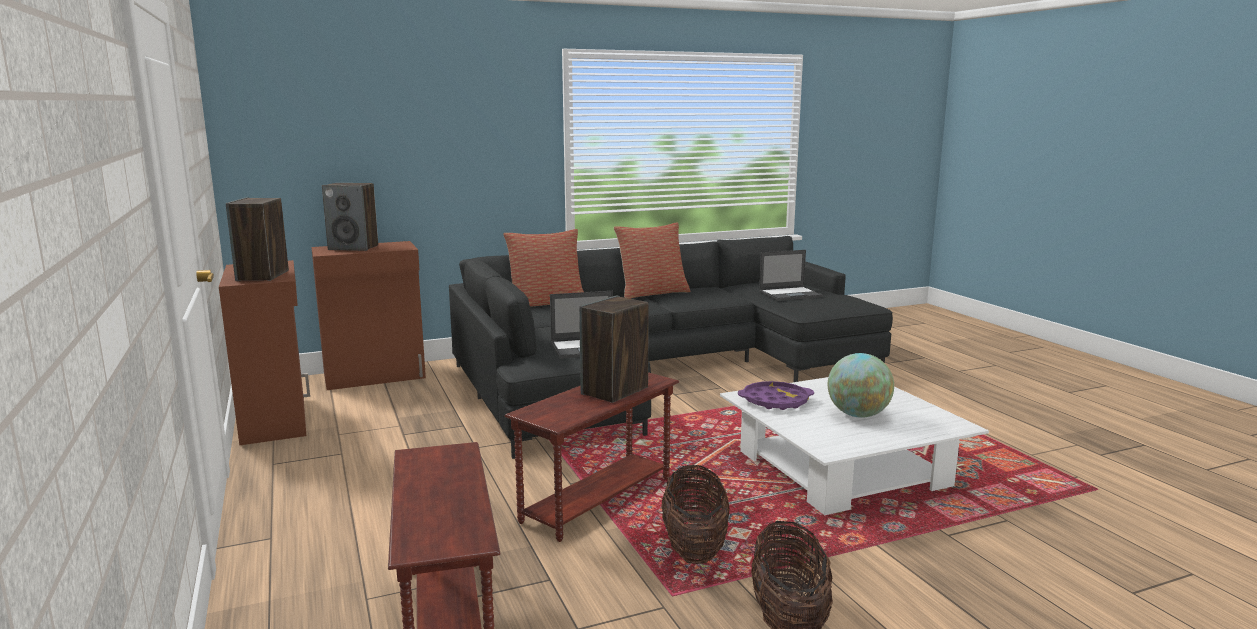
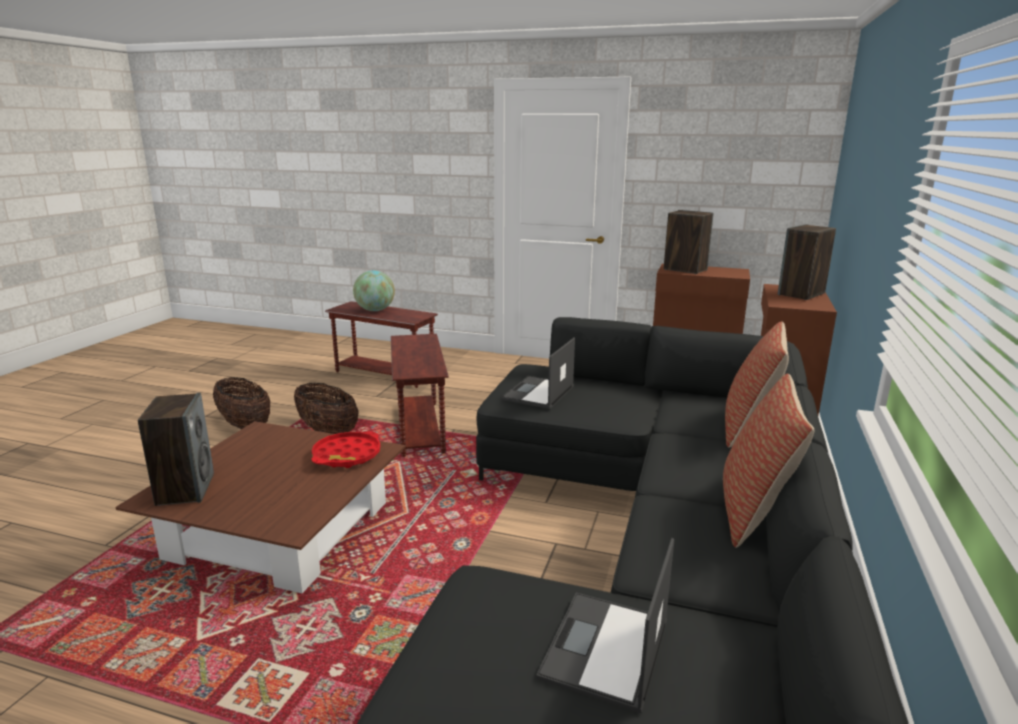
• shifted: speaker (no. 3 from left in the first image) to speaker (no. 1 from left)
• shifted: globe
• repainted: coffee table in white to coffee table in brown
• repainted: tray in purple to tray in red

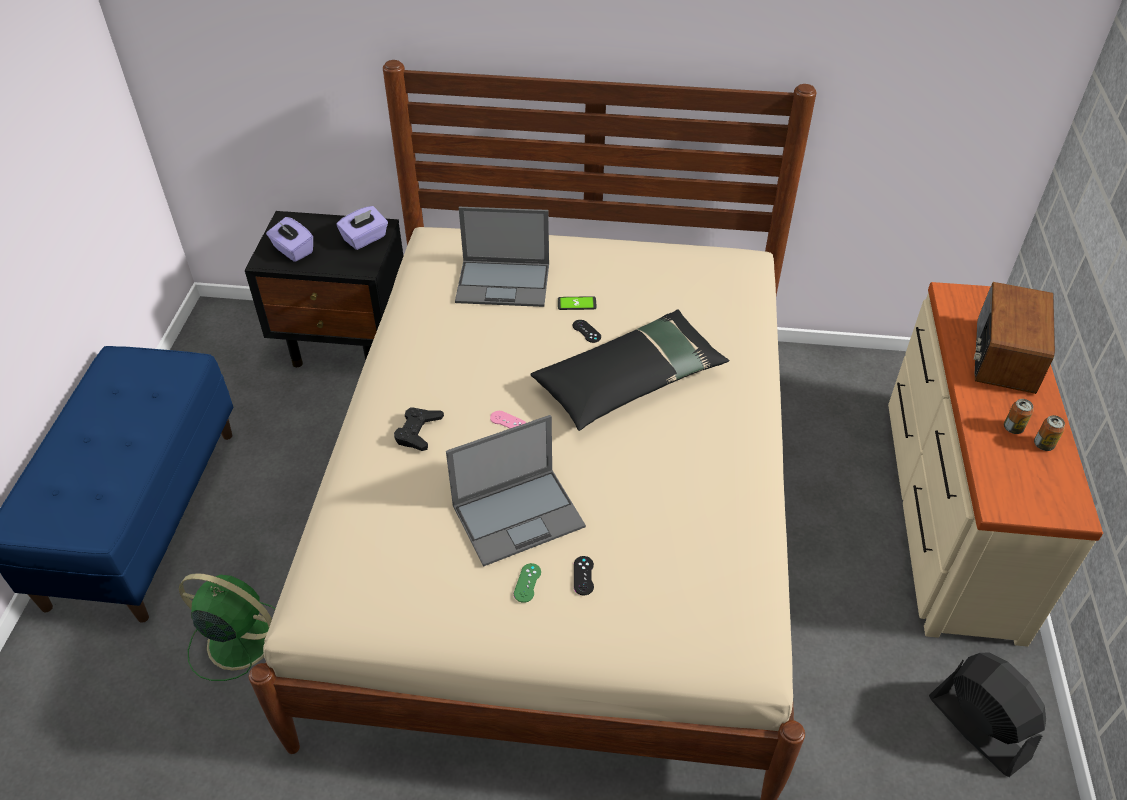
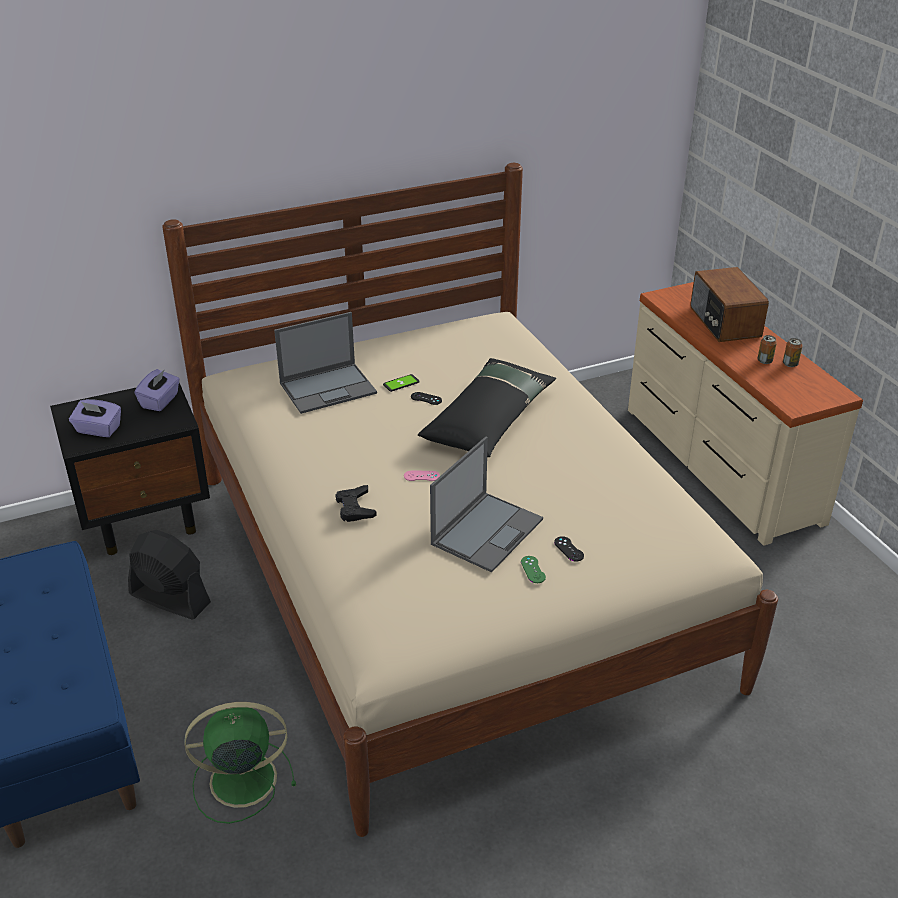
• shifted: fan in black

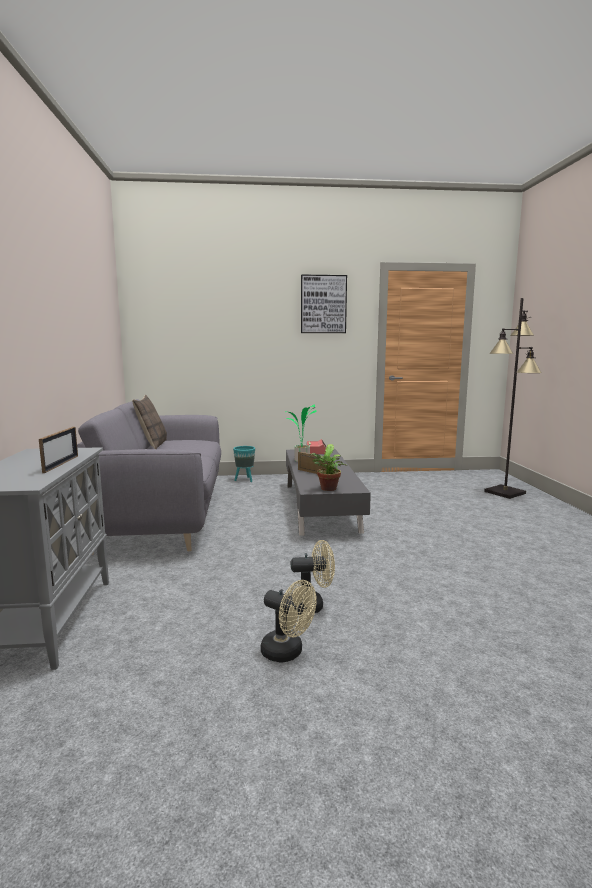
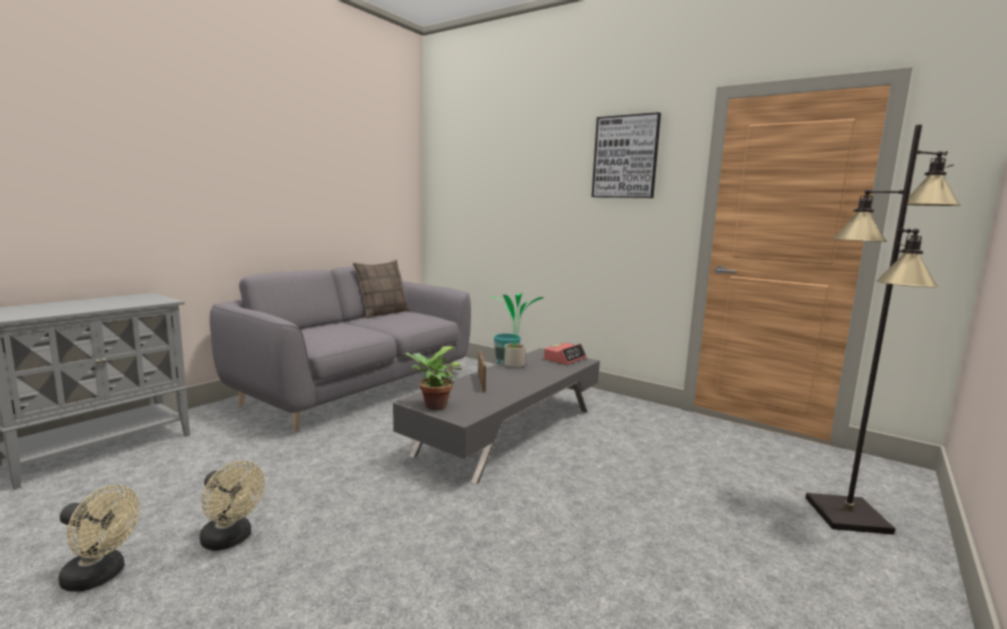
• gone: picture frame (no. 1 from left)
• rotated: fan in beige (no. 1 from left) 60 degrees counterclockwise

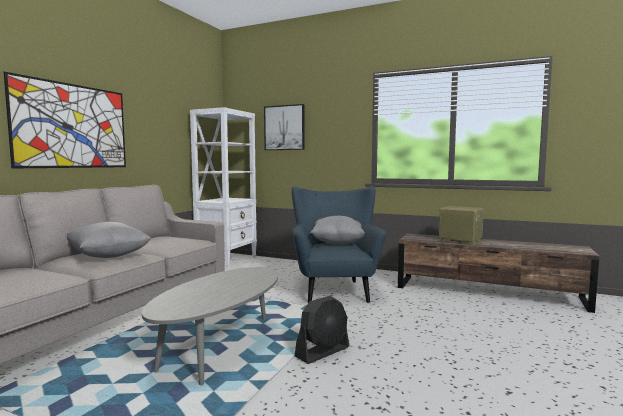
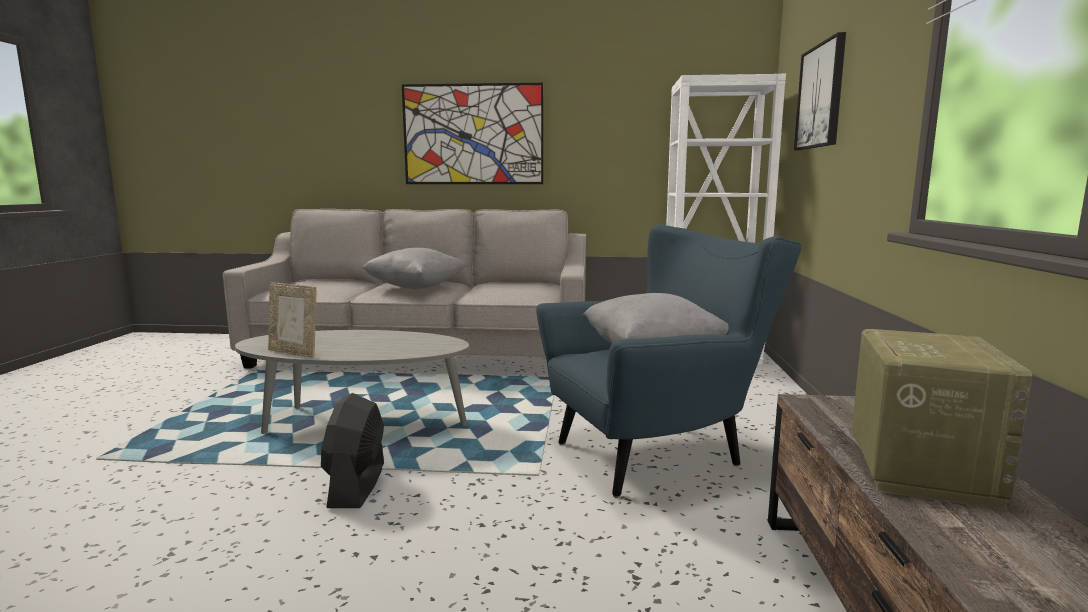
• new: picture frame
• rotated: fan in black 60 degrees clockwise

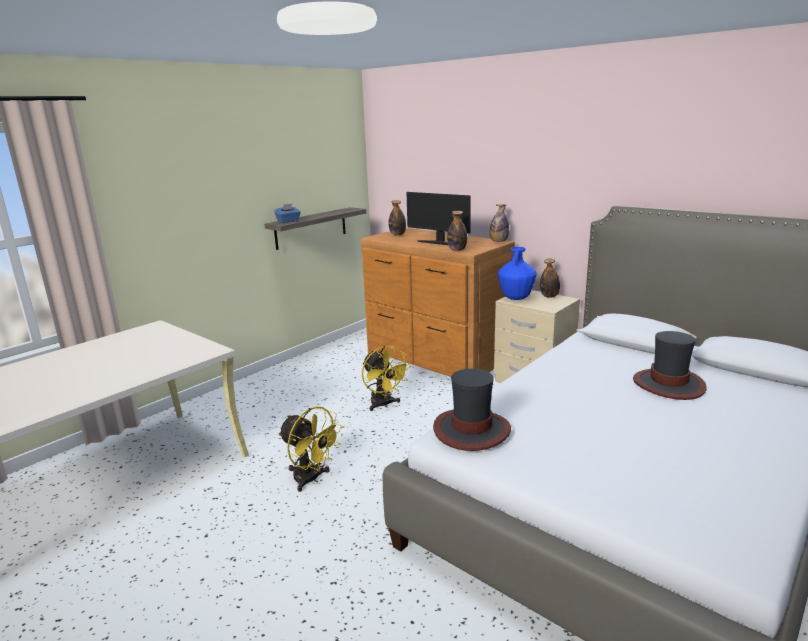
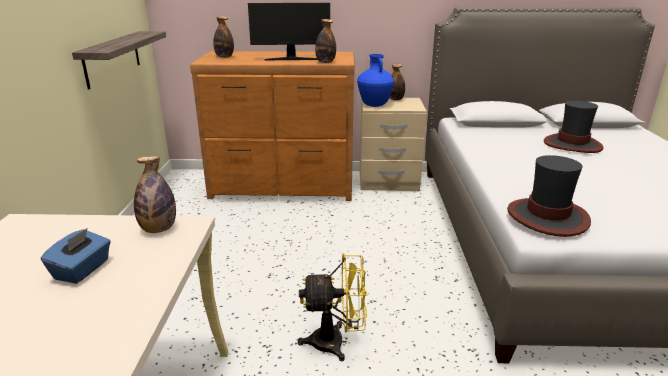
• gone: fan in yellow (no. 2 from left)
• shifted: tissue box in blue
• shifted: bottle (no. 3 from left in the first image) to bottle (no. 1 from left)

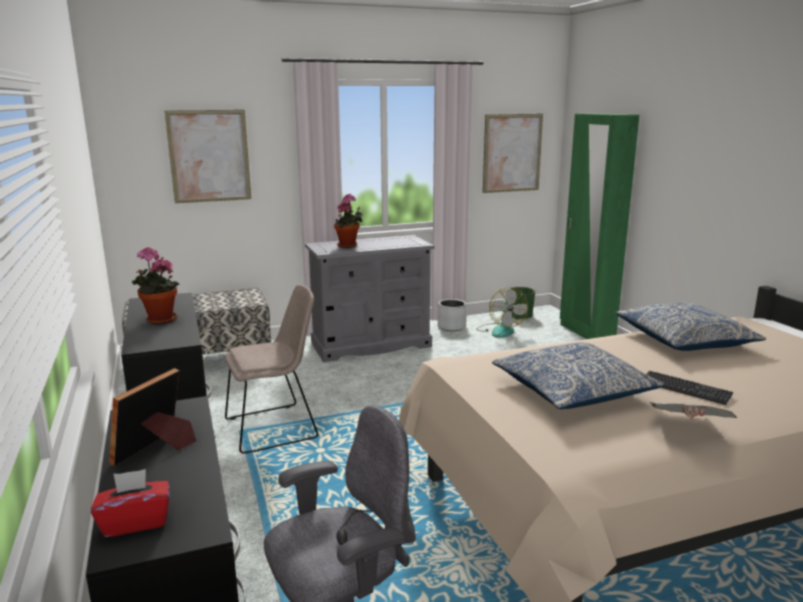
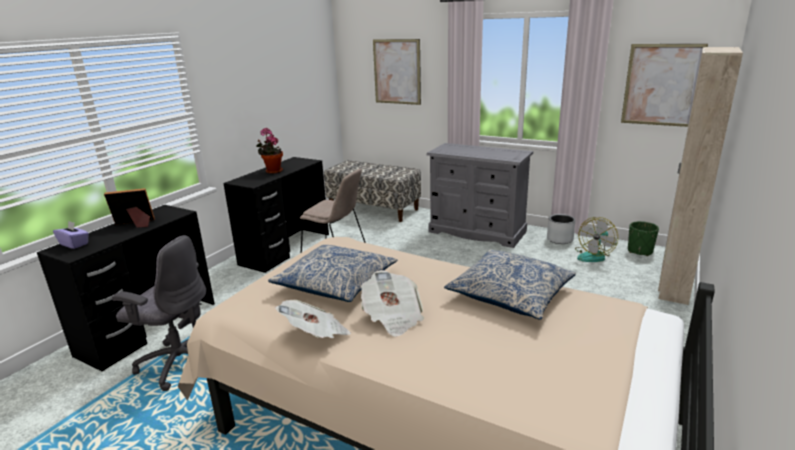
• gone: potted plant (no. 2 from left)
• swapped: keyboard to newspaper (no. 2 from left)
• repainted: tissue box in red to tissue box in purple
• repainted: wardrobe in green to wardrobe in beige

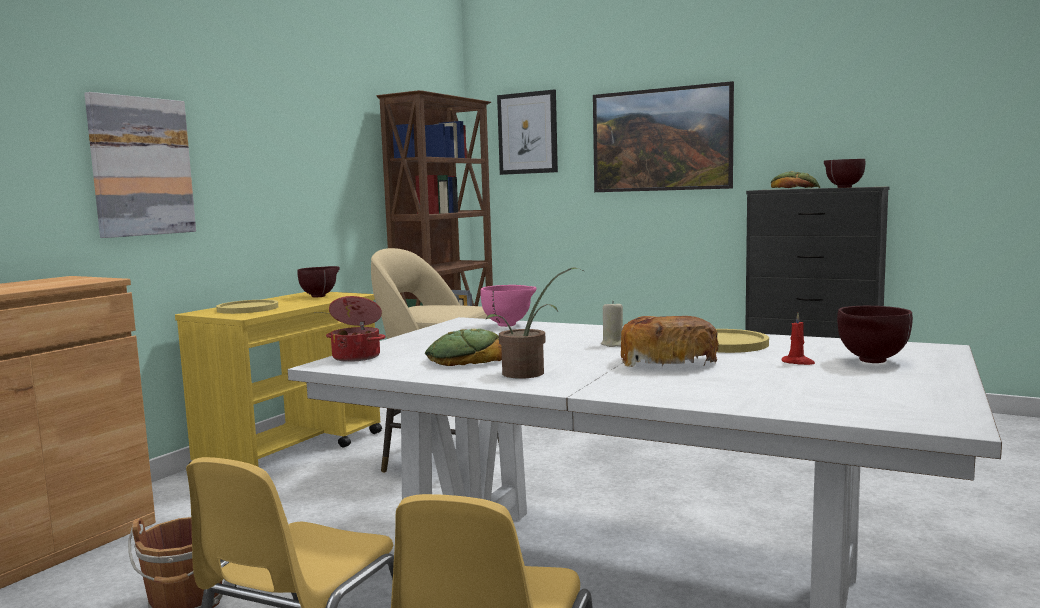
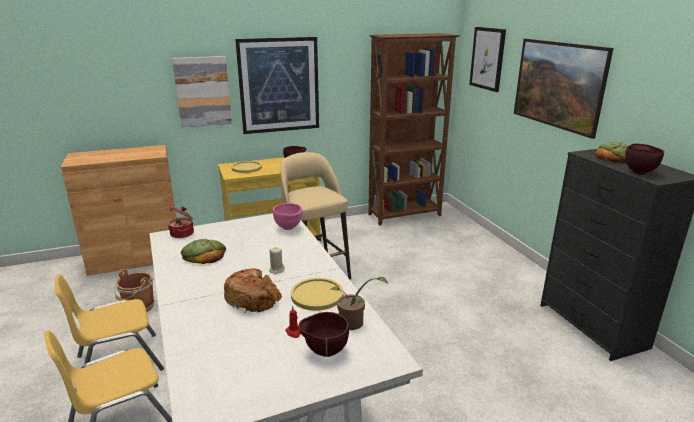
• new: picture (no. 2 from left)
• shifted: potted plant

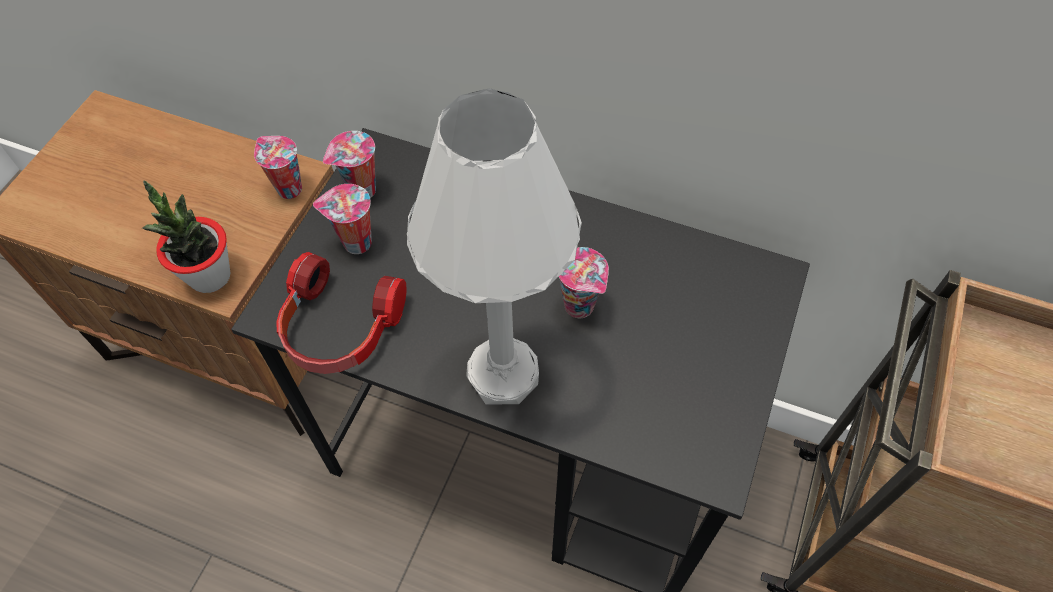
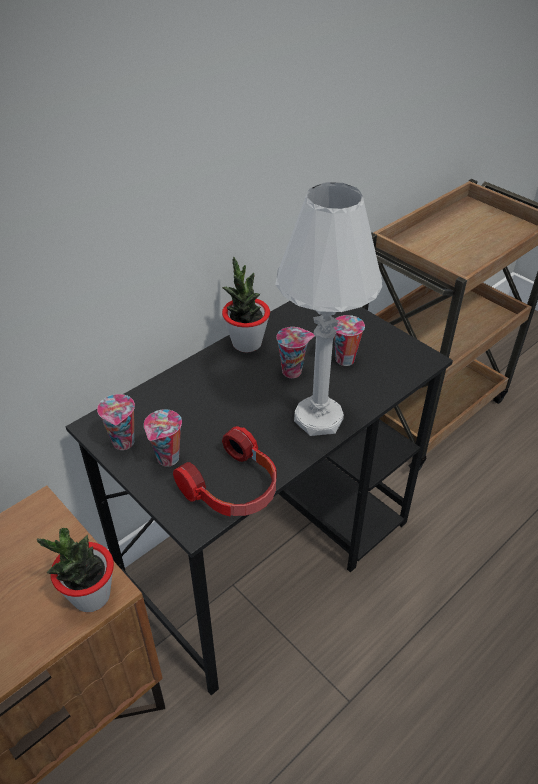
• new: potted plant (no. 2 from left)
• shifted: cup (no. 1 from left in the first image) to cup (no. 4 from left)

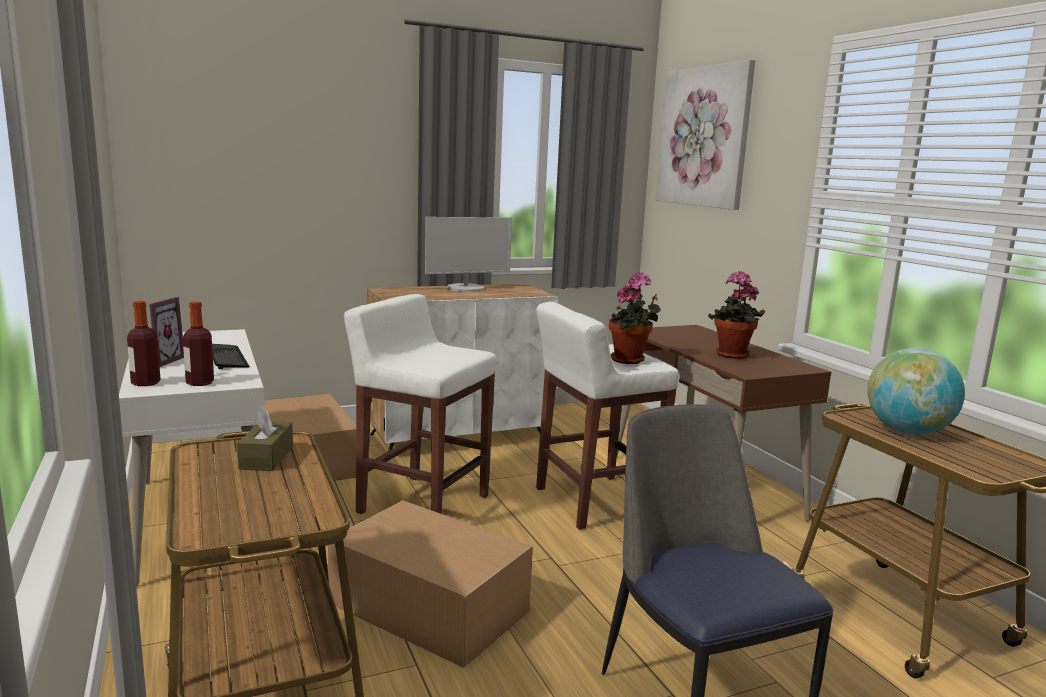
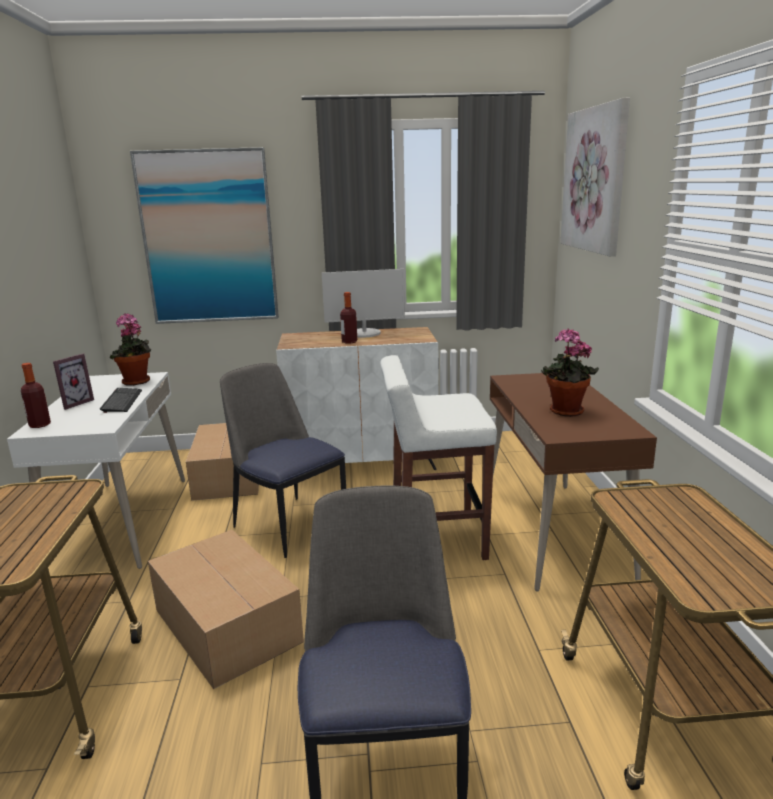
• gone: tissue box in brown
• gone: globe
• new: picture (no. 1 from left)
• shifted: bottle (no. 2 from left)
• shifted: potted plant (no. 1 from left)
• swapped: stool in white (no. 1 from left) to chair (no. 1 from left)

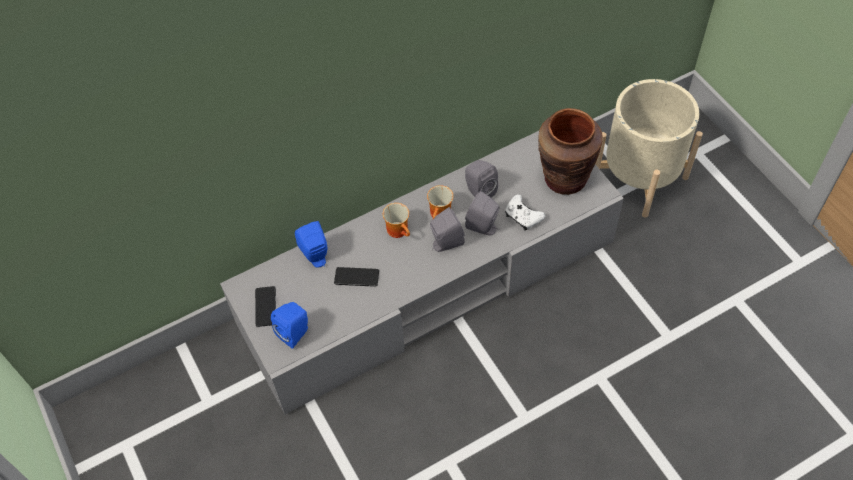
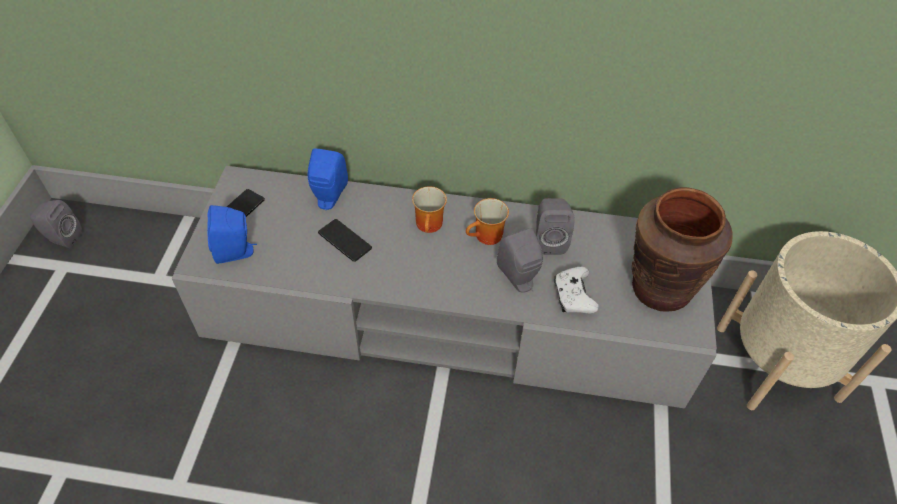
• shifted: speaker in grey (no. 1 from left)

